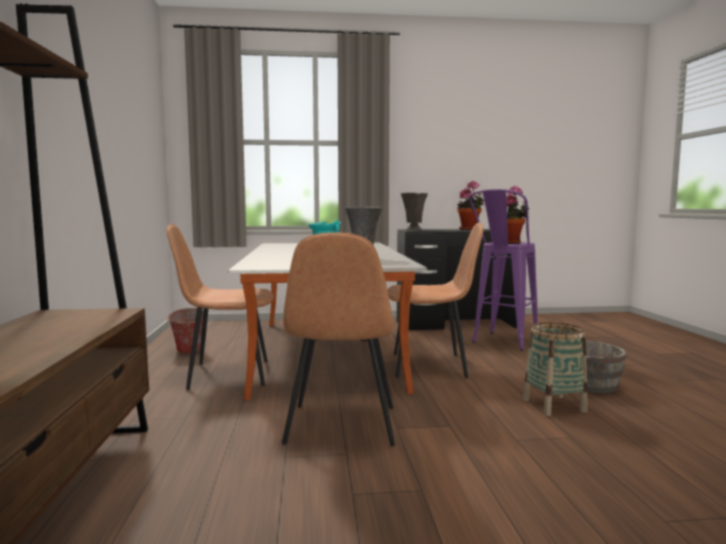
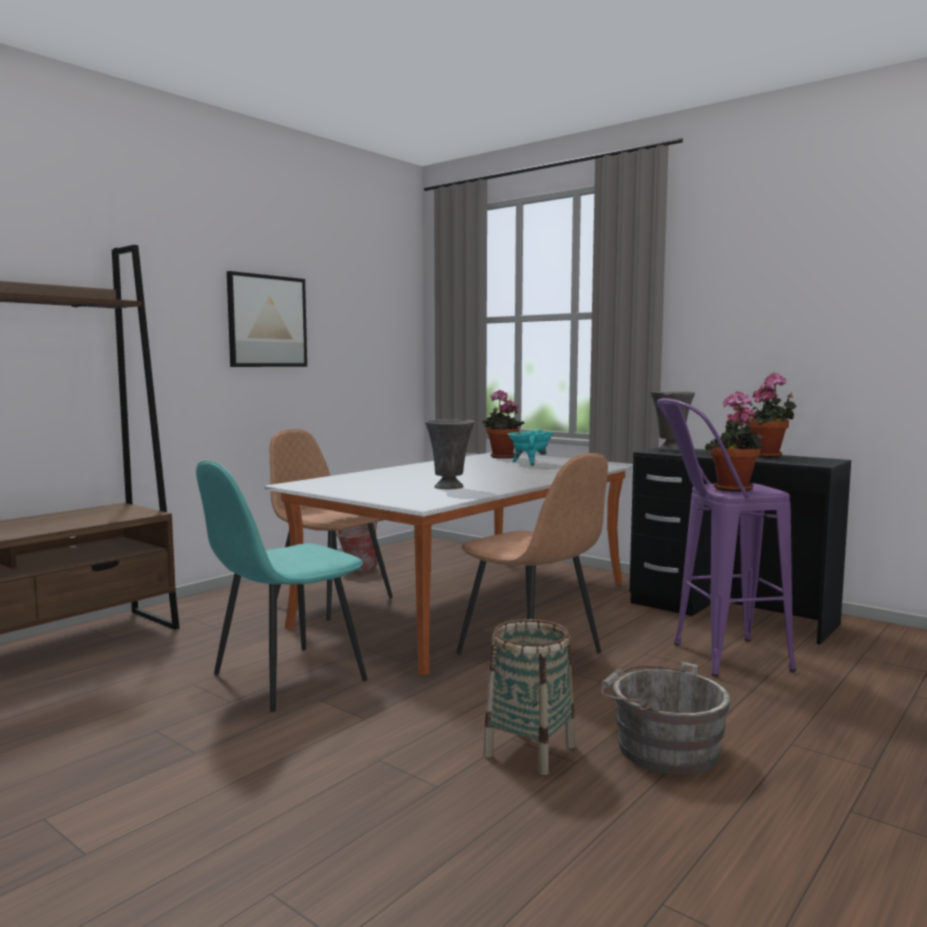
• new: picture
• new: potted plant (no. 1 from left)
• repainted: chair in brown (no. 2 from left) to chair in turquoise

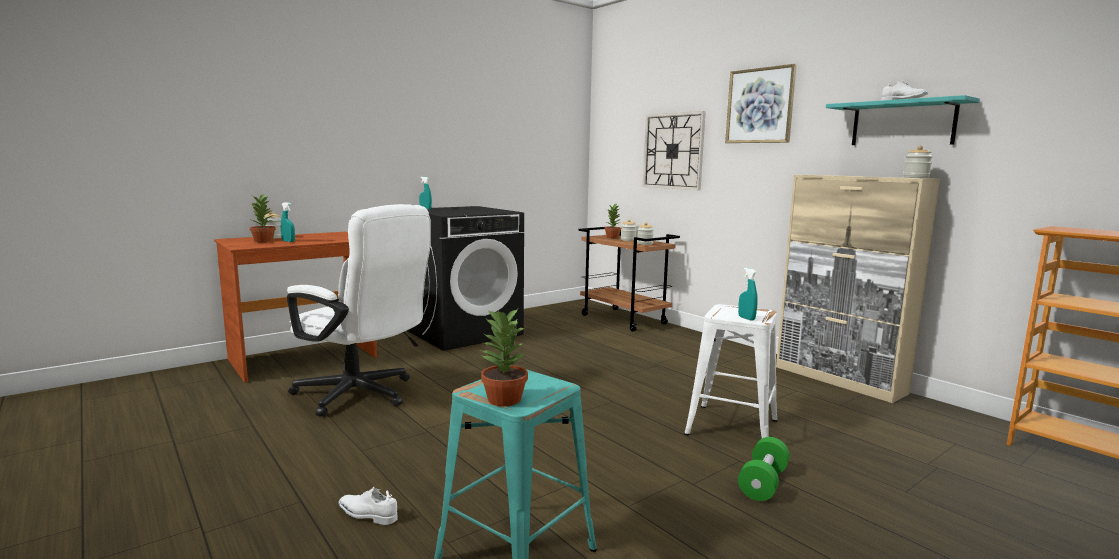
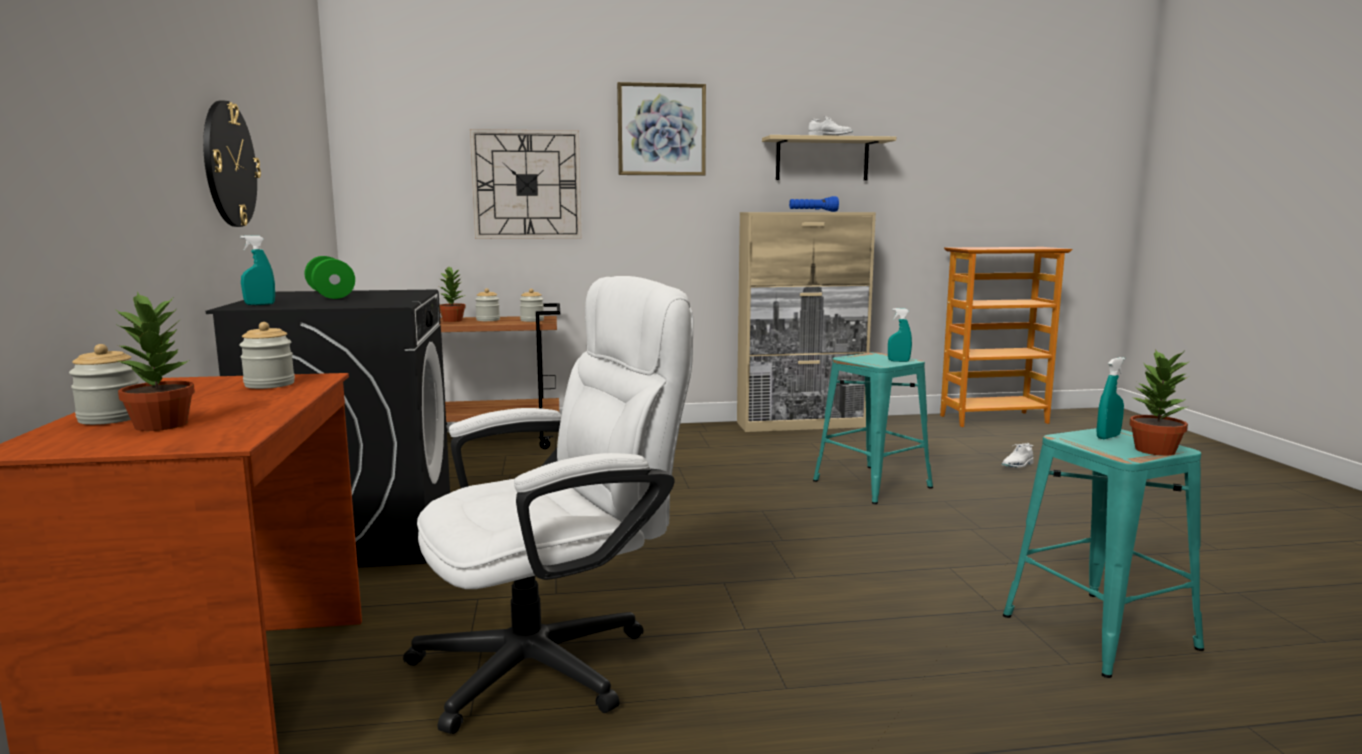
• new: wall clock (no. 1 from left)
• new: flashlight in blue
• shifted: spray bottle in turquoise (no. 1 from left in the first image) to spray bottle in turquoise (no. 3 from left)
• shifted: shoe in white (no. 1 from left in the first image) to shoe in white (no. 2 from left)
• shifted: dumbbell in green
• shifted: jar (no. 4 from left in the first image) to jar (no. 2 from left)
• repainted: stool in white to stool in turquoise (no. 1 from left)
• repainted: shelf in turquoise to shelf in beige

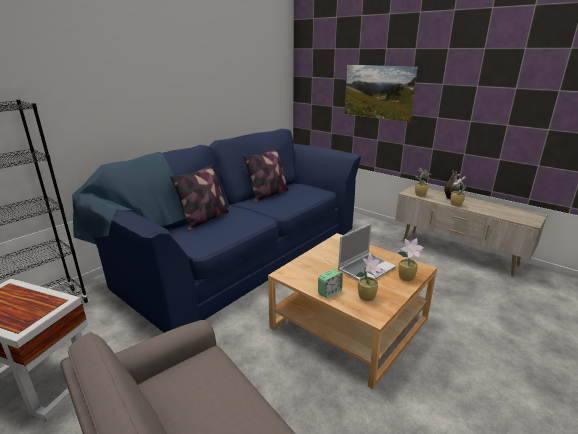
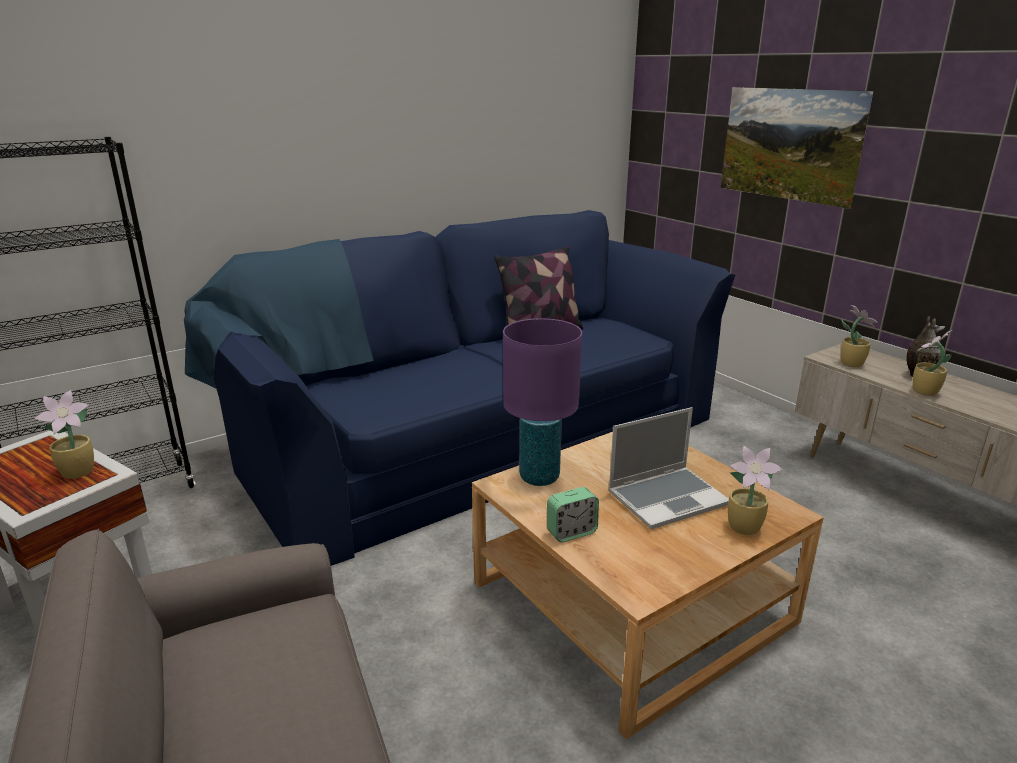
• gone: pillow (no. 1 from left)
• new: table lamp in purple
• shifted: potted plant (no. 1 from left)

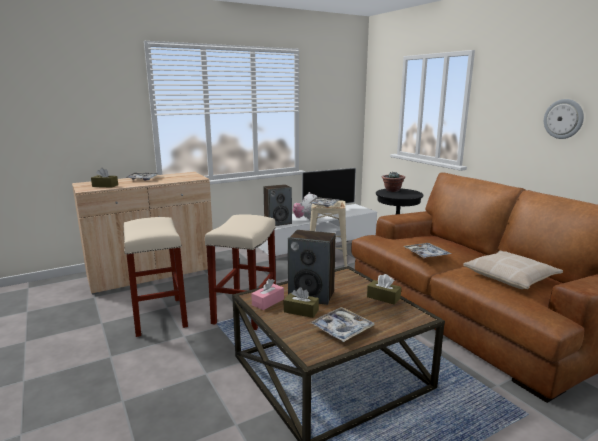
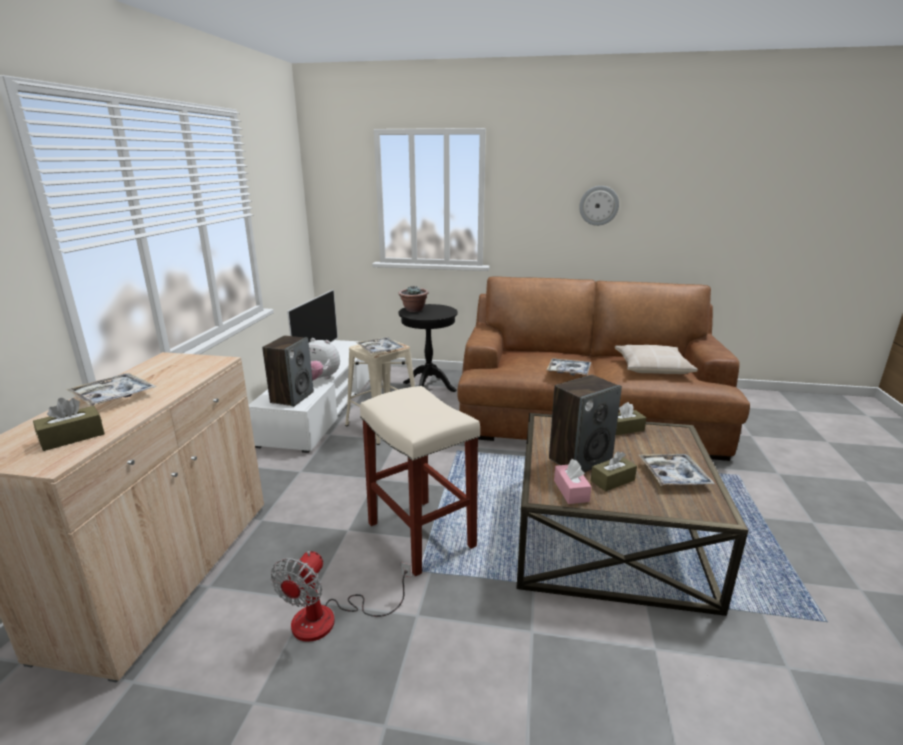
• swapped: stool in beige (no. 1 from left) to fan

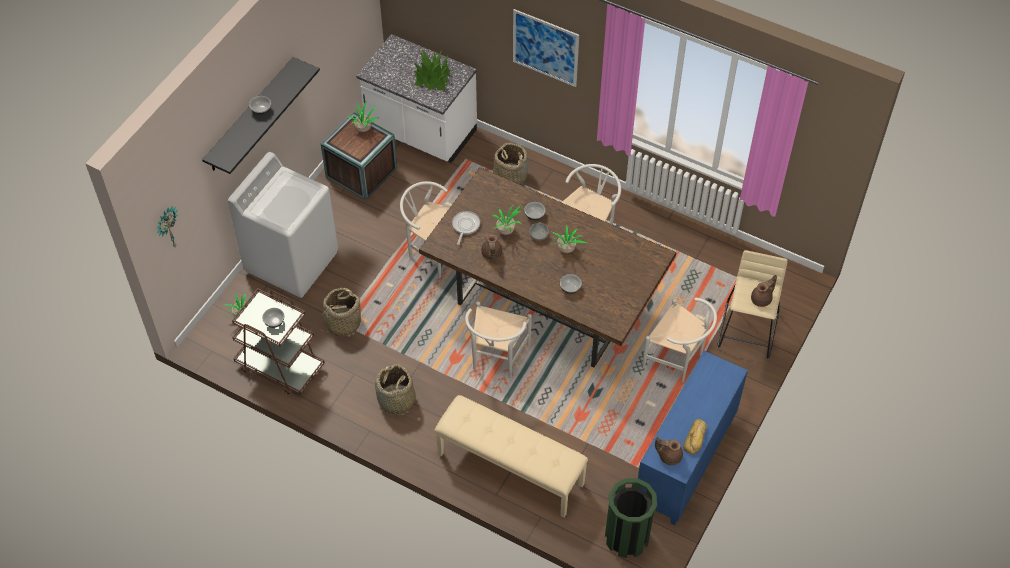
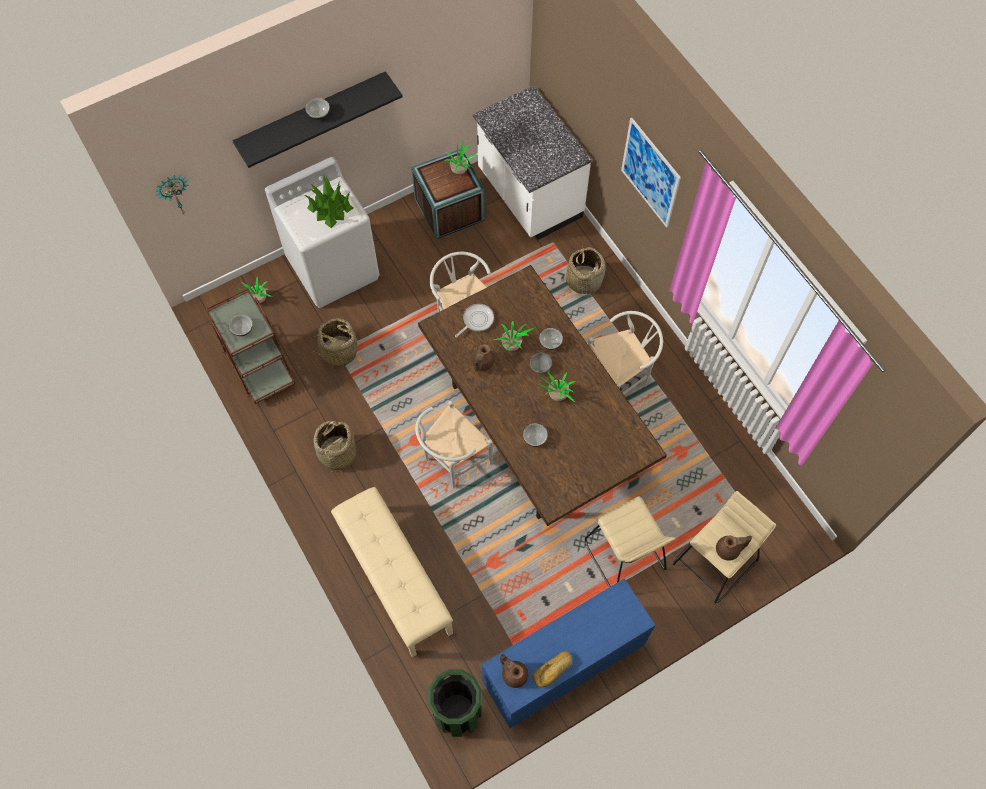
• shifted: potted plant (no. 3 from left in the first image) to potted plant (no. 2 from left)
• swapped: chair in white (no. 4 from left) to stool in beige (no. 1 from left)

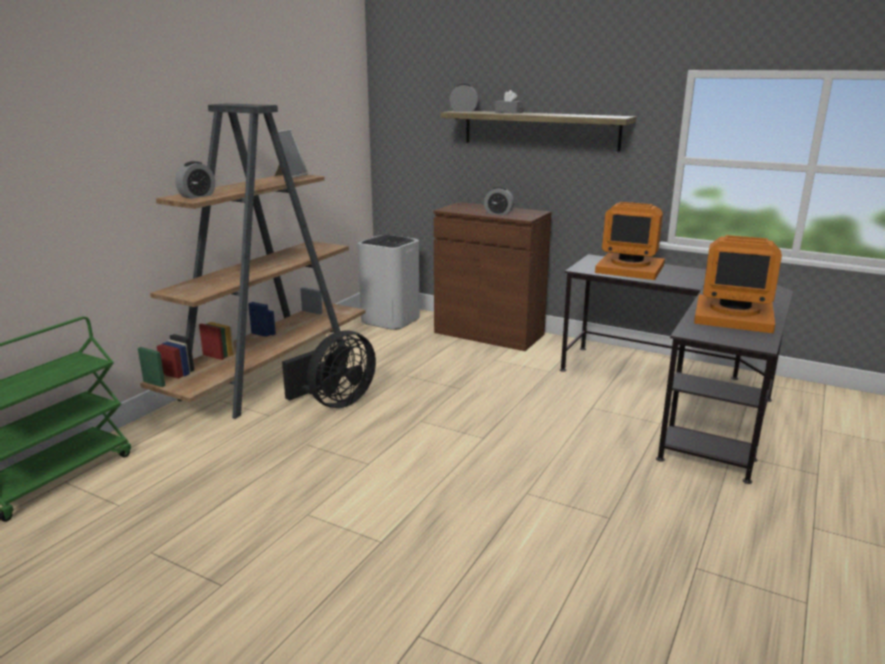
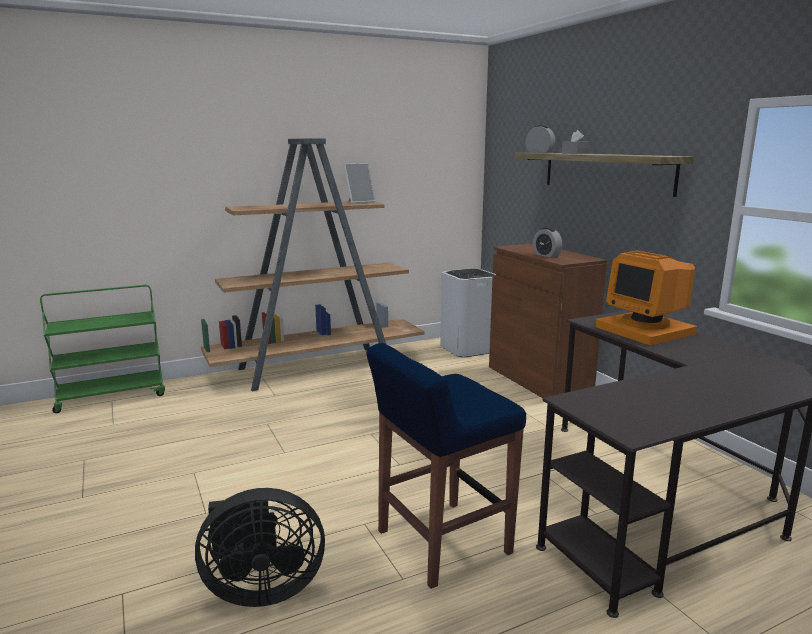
• gone: alarm clock (no. 1 from left)
• gone: monitor (no. 2 from left)
• new: stool in blue
• shifted: fan in black

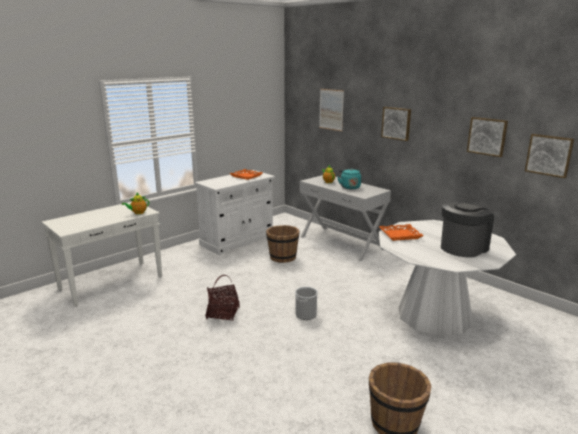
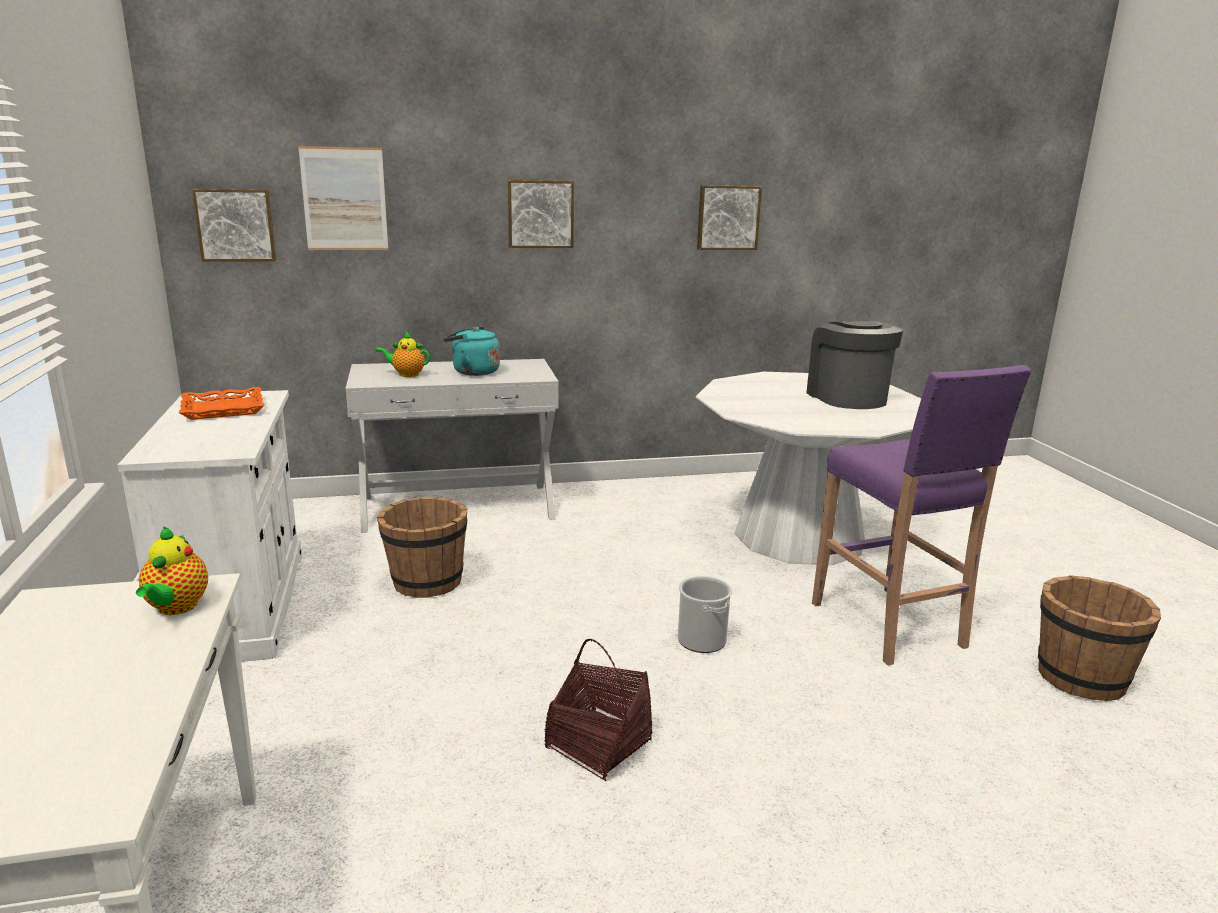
• gone: tray in orange (no. 2 from left)
• new: stool in purple
• shifted: picture (no. 4 from left in the first image) to picture (no. 1 from left)

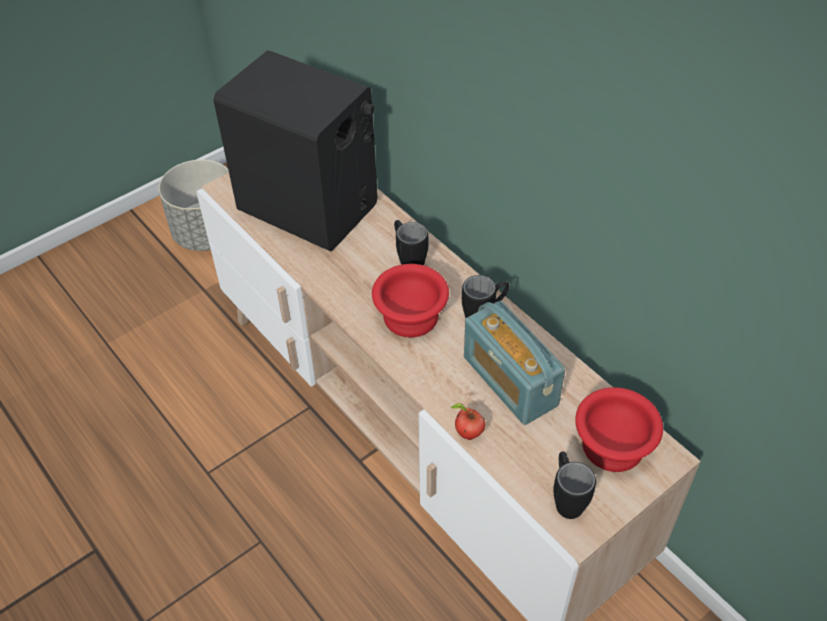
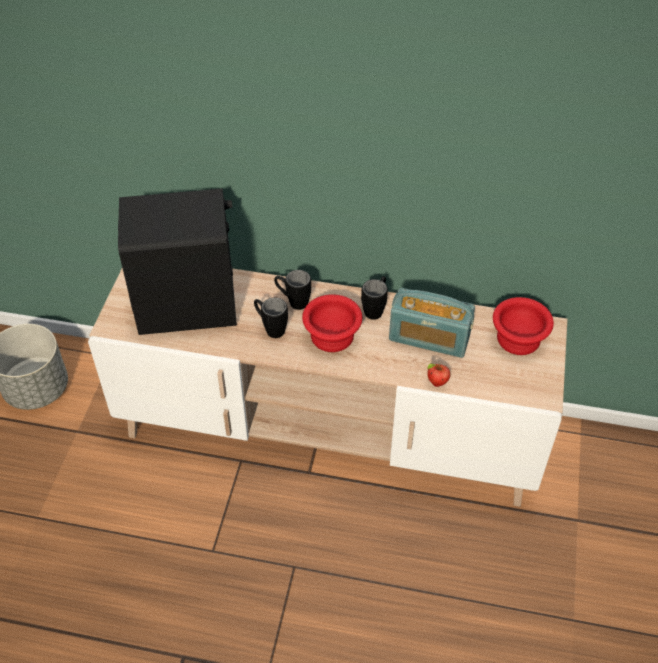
• shifted: mug in black (no. 3 from left in the first image) to mug in black (no. 1 from left)

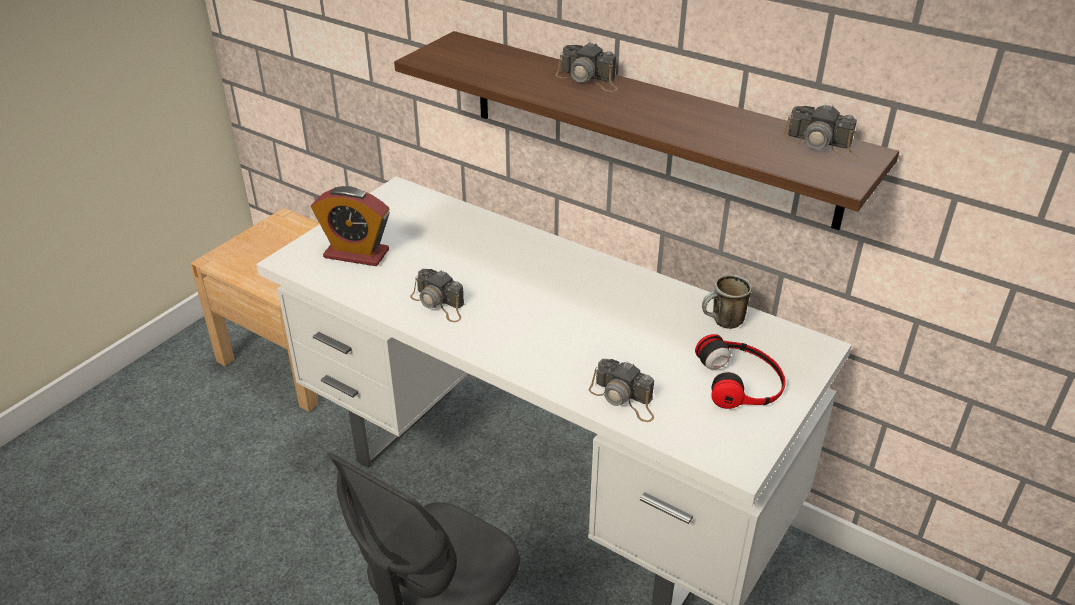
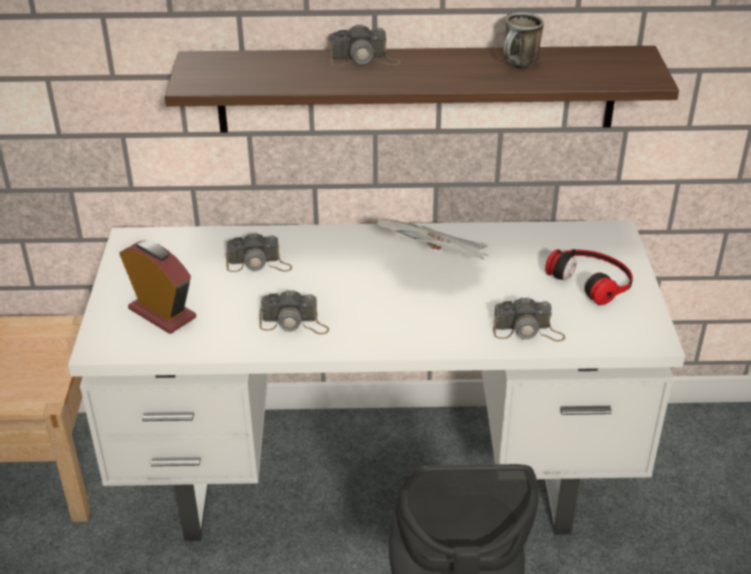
• new: newspaper
• shifted: mug
• shifted: photo camera (no. 4 from left in the first image) to photo camera (no. 1 from left)
• rotated: alarm clock 120 degrees counterclockwise

